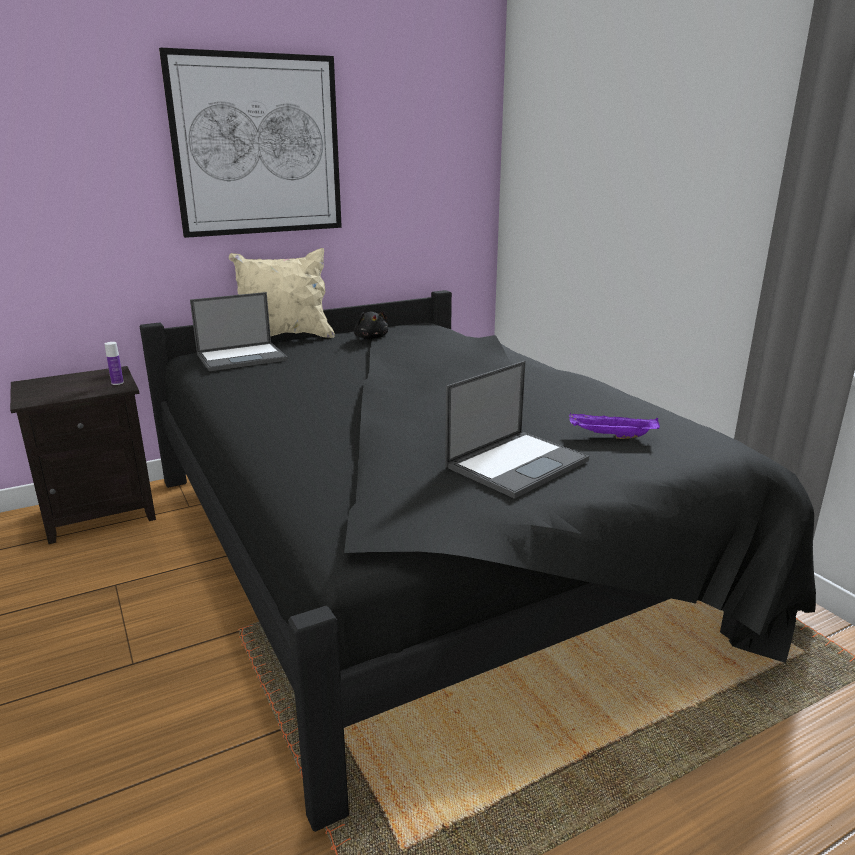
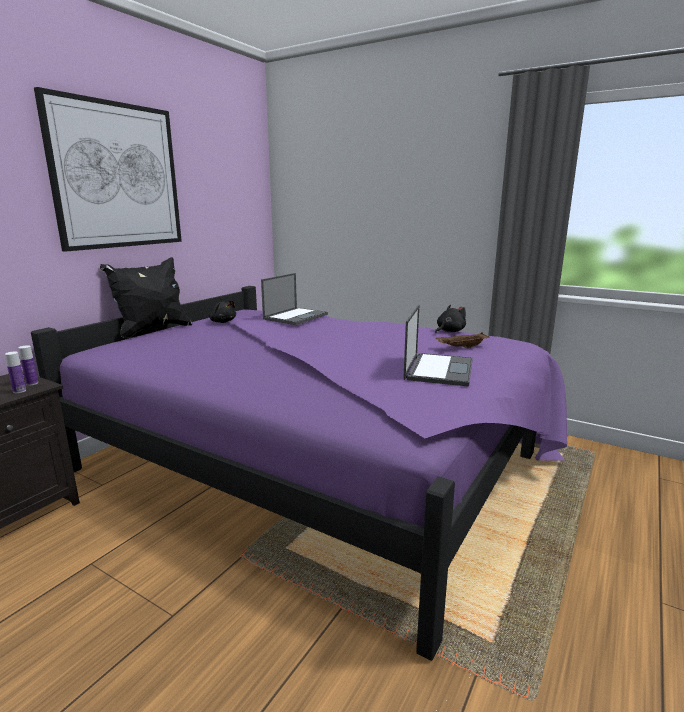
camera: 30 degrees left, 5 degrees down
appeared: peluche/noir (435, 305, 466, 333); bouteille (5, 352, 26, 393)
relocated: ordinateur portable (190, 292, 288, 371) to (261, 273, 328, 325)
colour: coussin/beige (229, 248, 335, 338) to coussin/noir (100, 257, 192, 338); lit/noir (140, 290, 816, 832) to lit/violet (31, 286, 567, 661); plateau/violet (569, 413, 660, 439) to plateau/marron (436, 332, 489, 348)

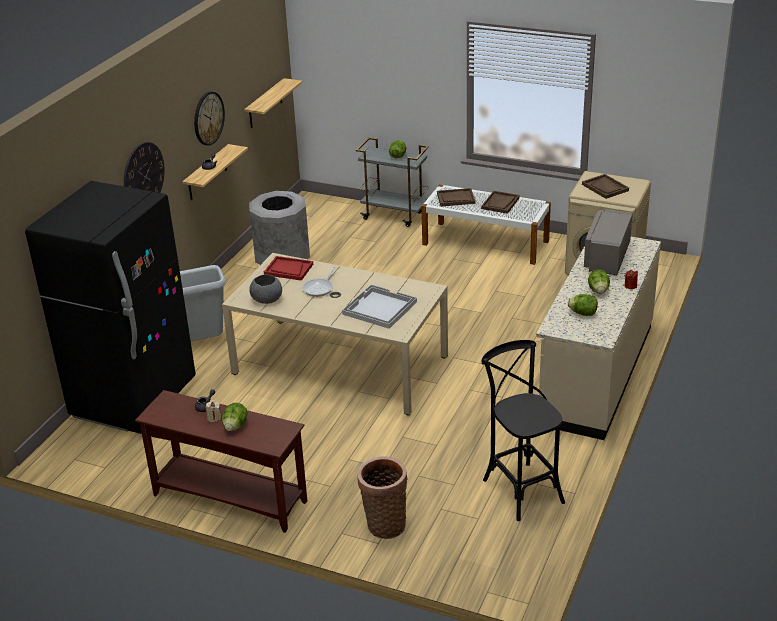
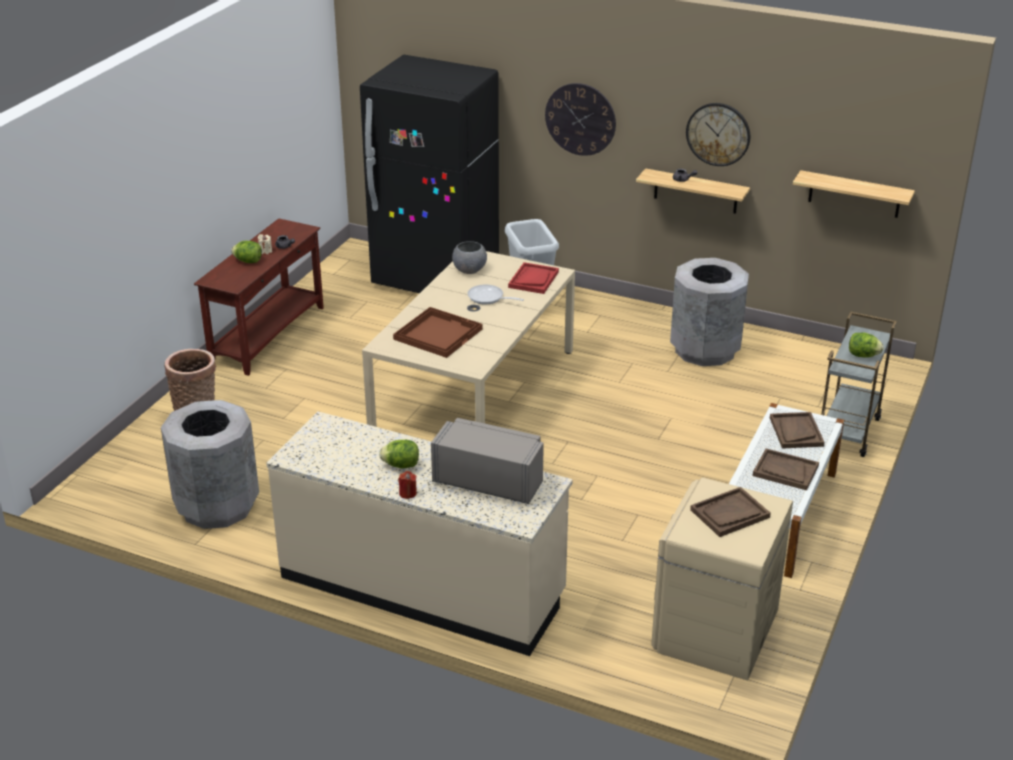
camera: 90 degrees right, 0 degrees up
missing: laitue (568, 294, 598, 316)
exchanged: tabouret/noir (481, 340, 565, 521) to poubelle/gris (161, 400, 259, 529)
colour: plateau/blanc (342, 285, 417, 329) to plateau/marron (393, 307, 483, 358)

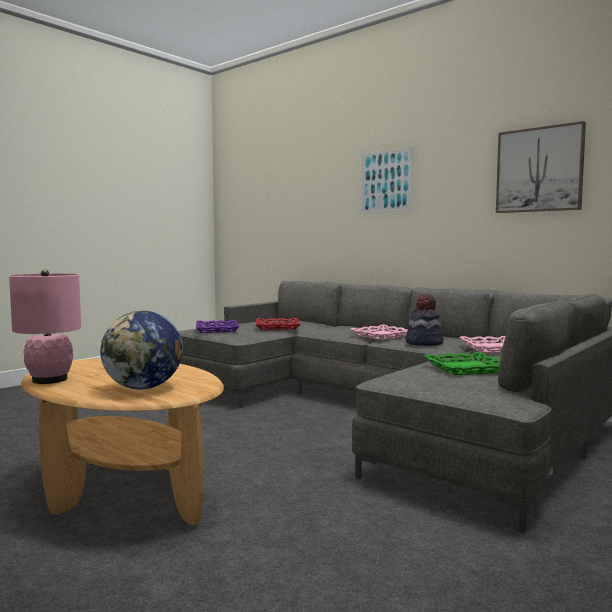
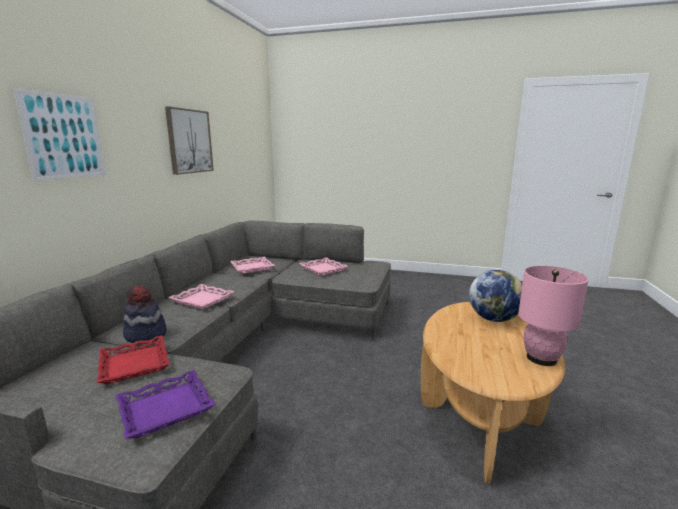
camera: 115 degrees left, 10 degrees up
relocated: chapeau (406, 294, 444, 346) to (123, 285, 167, 343)
colour: plateau/vert (424, 352, 500, 375) to plateau/rose (299, 257, 348, 276)

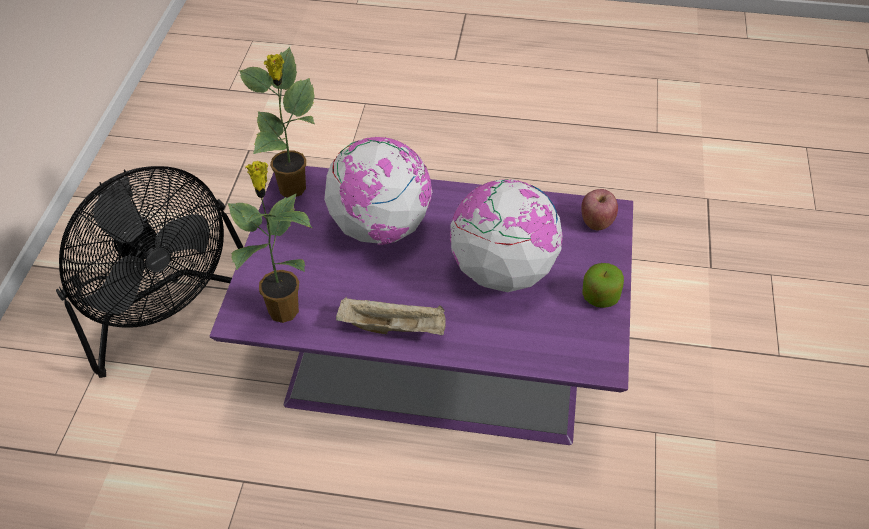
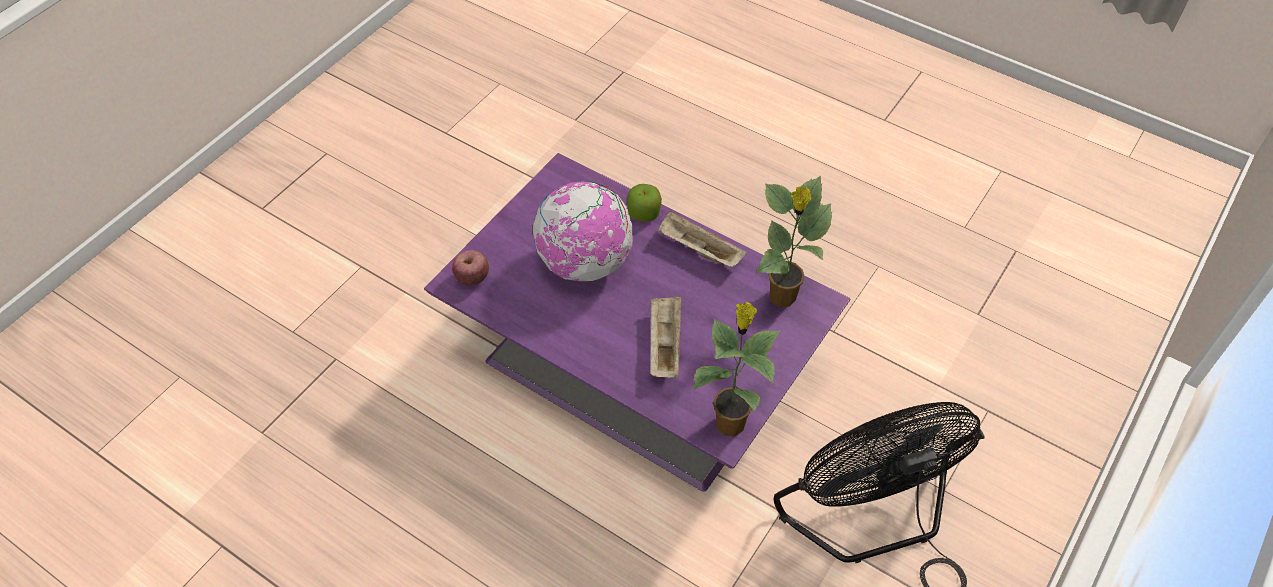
camera: 155 degrees left, 5 degrees up
relocated: pomme (582, 263, 624, 308) to (627, 184, 662, 222)
exchanged: globe (324, 137, 432, 245) to plateau/beige (651, 296, 682, 378)

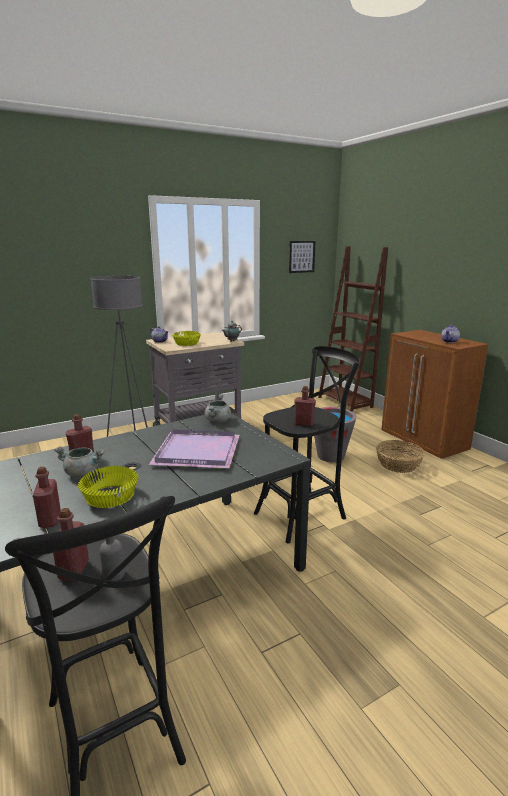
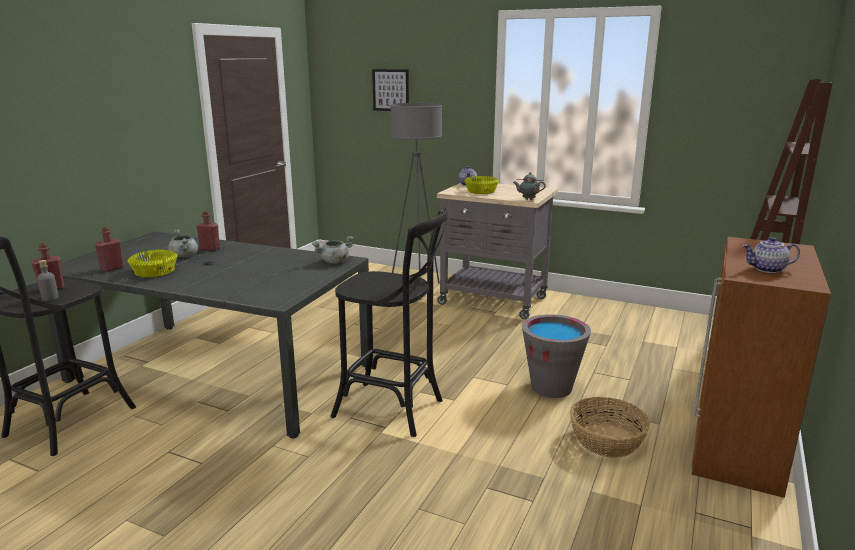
camera: 55 degrees right, 0 degrees up
missing: bouteille/rouge (294, 386, 316, 426); plateau/violet (149, 430, 239, 469)
relocated: tableau (289, 241, 316, 273) to (372, 69, 409, 111)

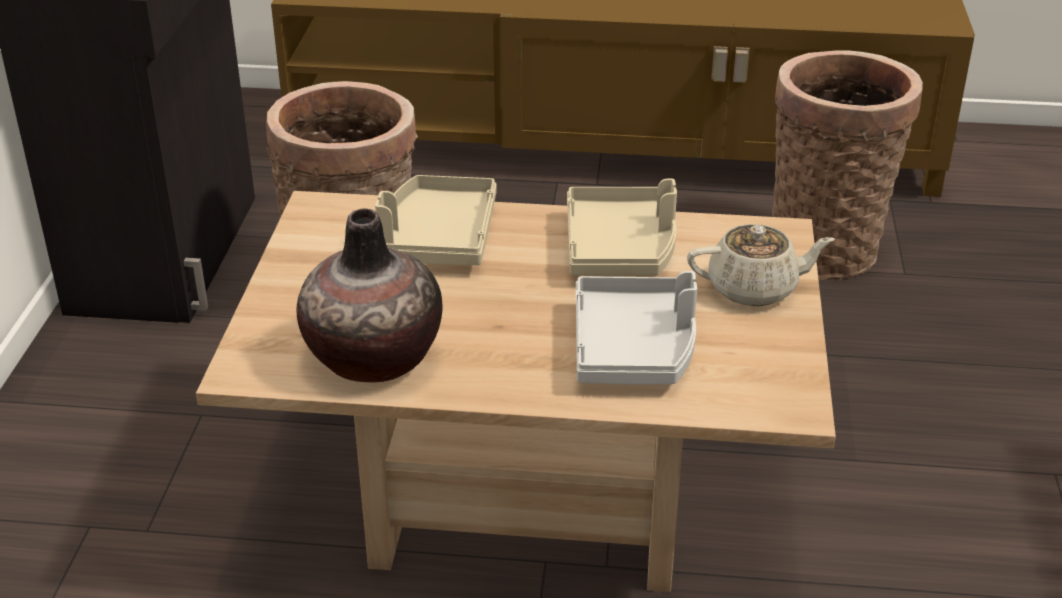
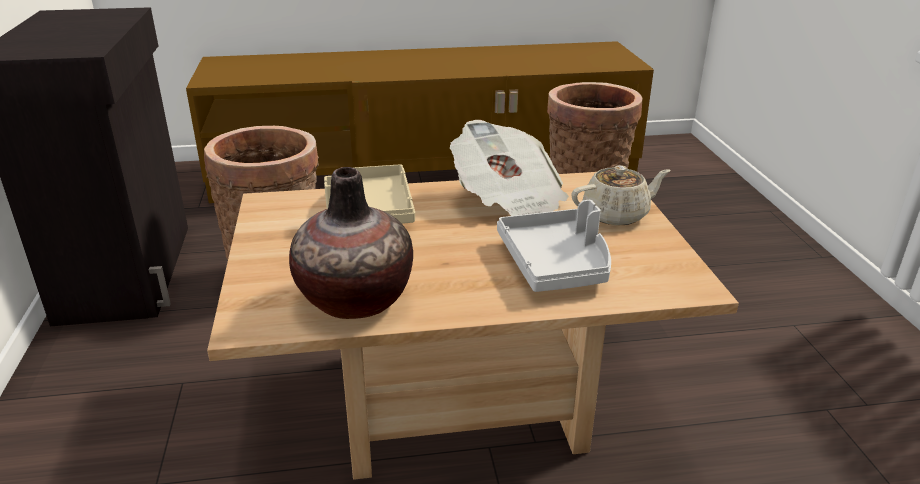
camera: 15 degrees left, 5 degrees down
exchanged: plateau/beige (567, 179, 677, 277) to journal (450, 120, 569, 216)

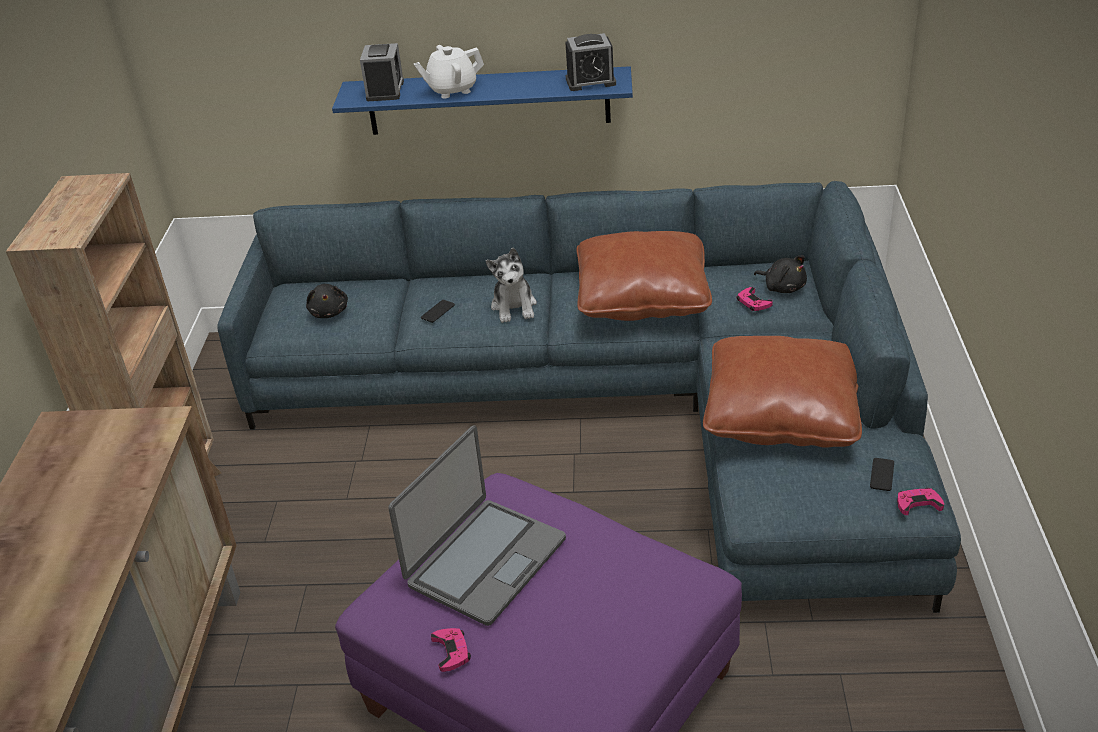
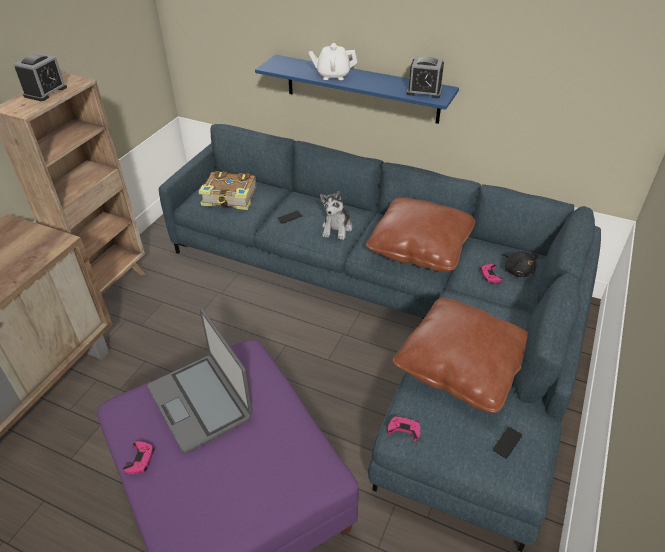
camera: 20 degrees right, 5 degrees up
relocated: réveil (360, 43, 404, 101) to (14, 53, 67, 101); manette/rose (897, 488, 944, 515) to (388, 416, 421, 441)
exchanged: peluche/noir (306, 284, 348, 318) to livre (198, 171, 256, 210)
spun: ordinateur portable (388, 425, 566, 626) = (147, 308, 253, 454) 90 degrees clockwise

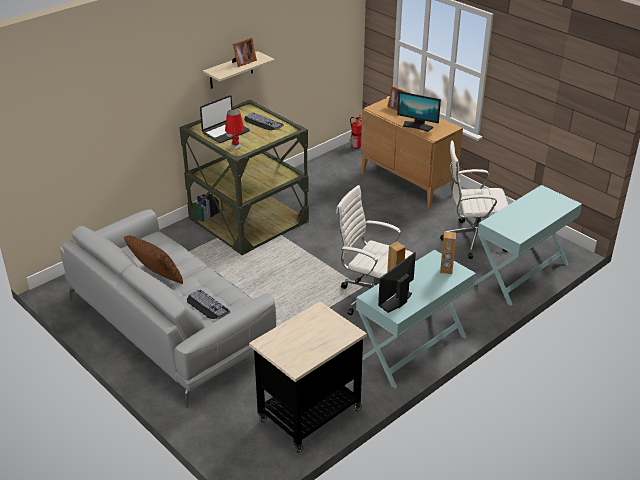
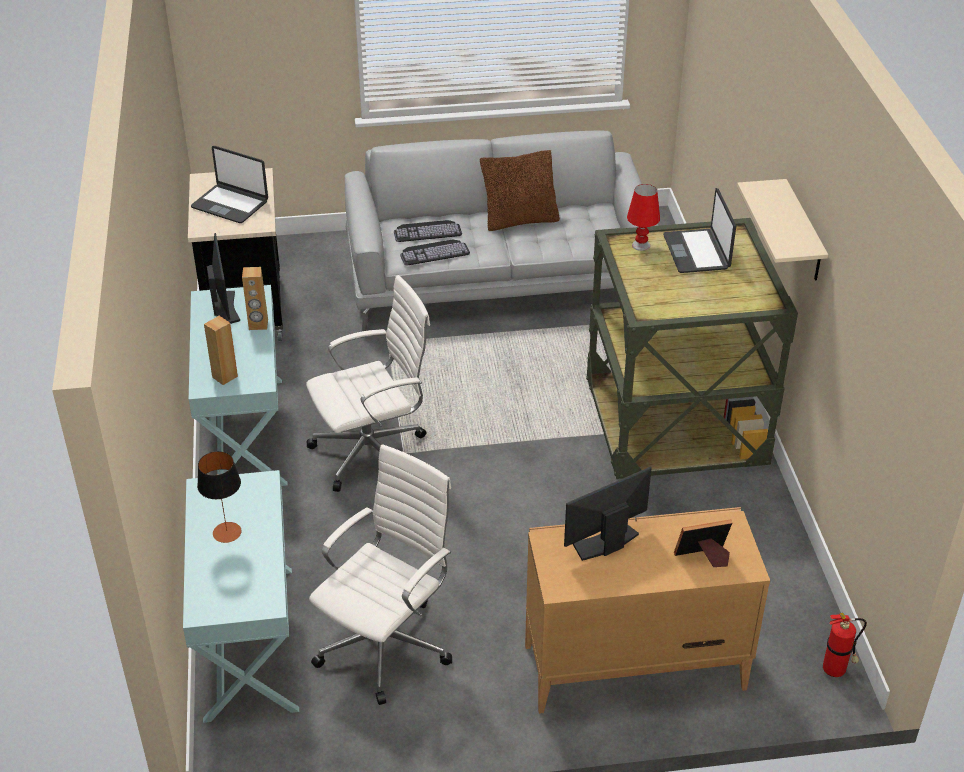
camera: 125 degrees right, 5 degrees up
missing: cadre photo (232, 38, 257, 67)
appeared: ordinateur portable (191, 146, 268, 223); lampe de table (197, 451, 242, 543)
relocated: clavier (244, 112, 284, 130) to (400, 239, 470, 265)

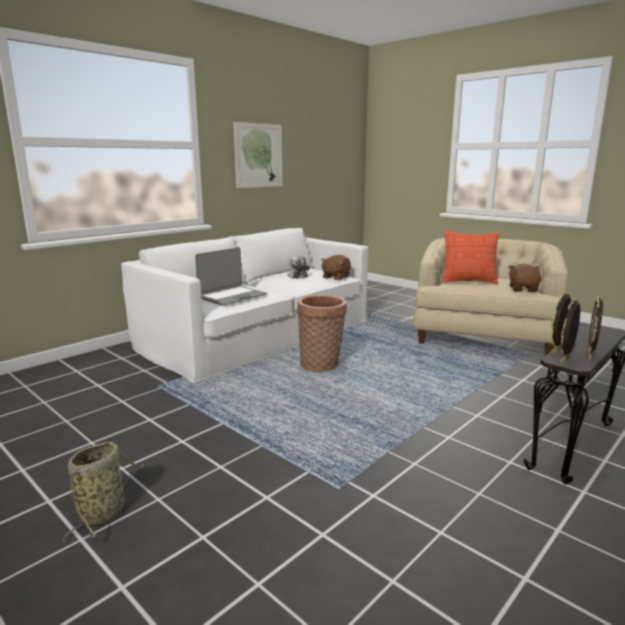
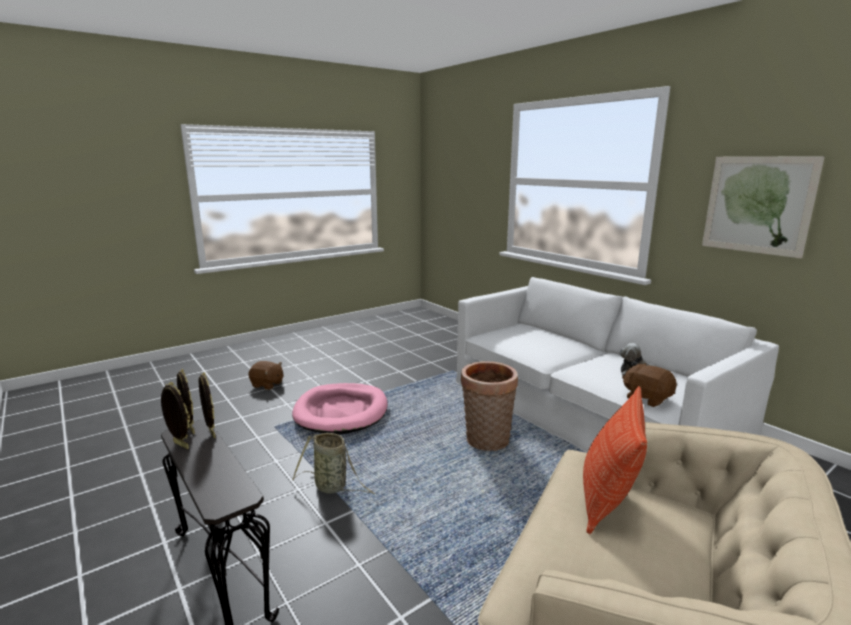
camera: 100 degrees right, 0 degrees up
missing: ordinateur portable (195, 247, 268, 305)
appeared: panier pour chien/rose (292, 383, 388, 435)
relocated: peluche/marron (508, 263, 541, 292) to (248, 361, 283, 390); panier (63, 442, 145, 542) to (292, 433, 375, 494)

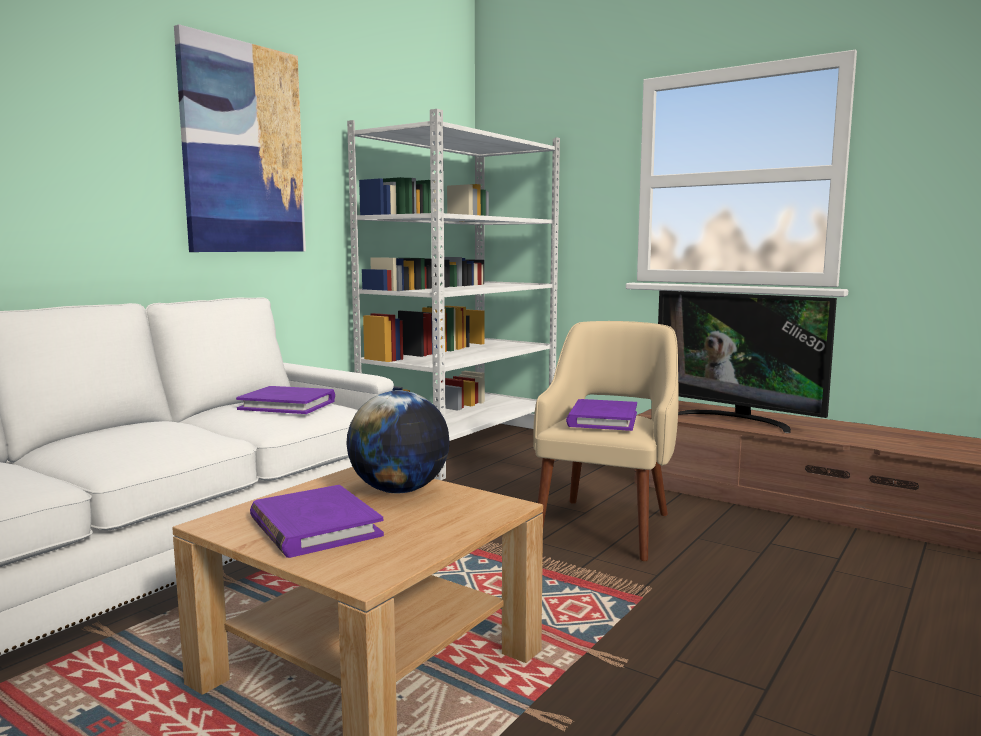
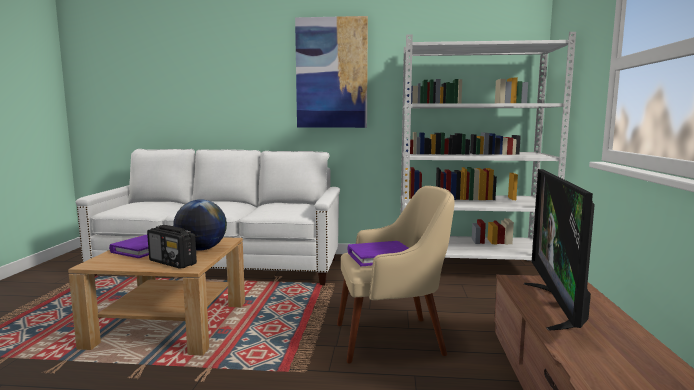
camera: 60 degrees right, 0 degrees up
missing: livre/violet (236, 386, 335, 414)
appeared: radio (147, 225, 197, 269)

